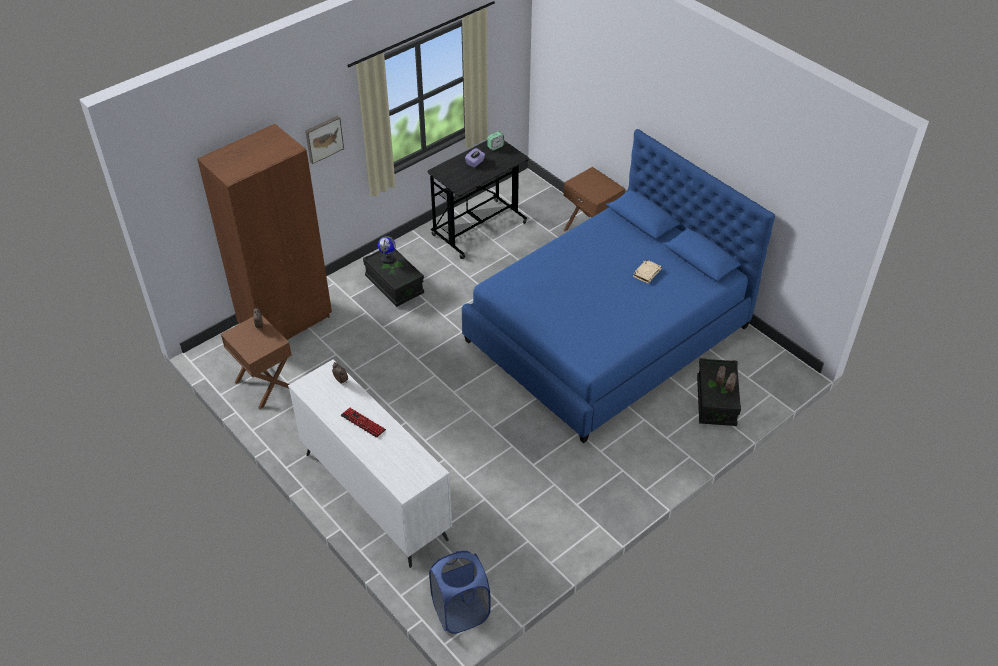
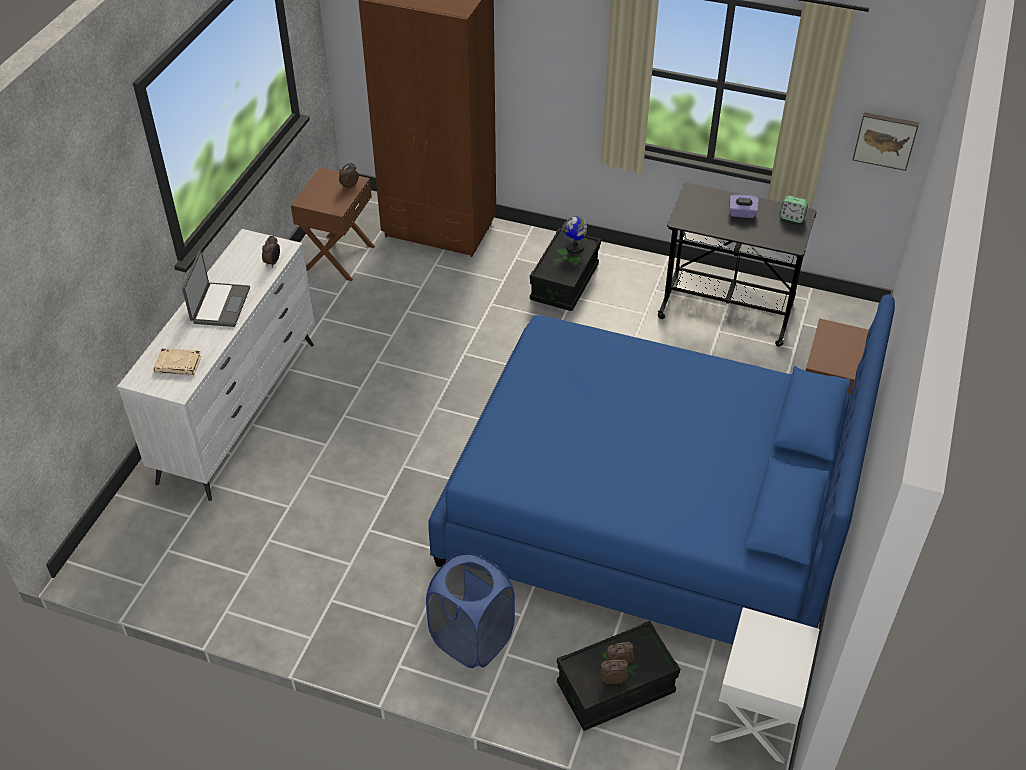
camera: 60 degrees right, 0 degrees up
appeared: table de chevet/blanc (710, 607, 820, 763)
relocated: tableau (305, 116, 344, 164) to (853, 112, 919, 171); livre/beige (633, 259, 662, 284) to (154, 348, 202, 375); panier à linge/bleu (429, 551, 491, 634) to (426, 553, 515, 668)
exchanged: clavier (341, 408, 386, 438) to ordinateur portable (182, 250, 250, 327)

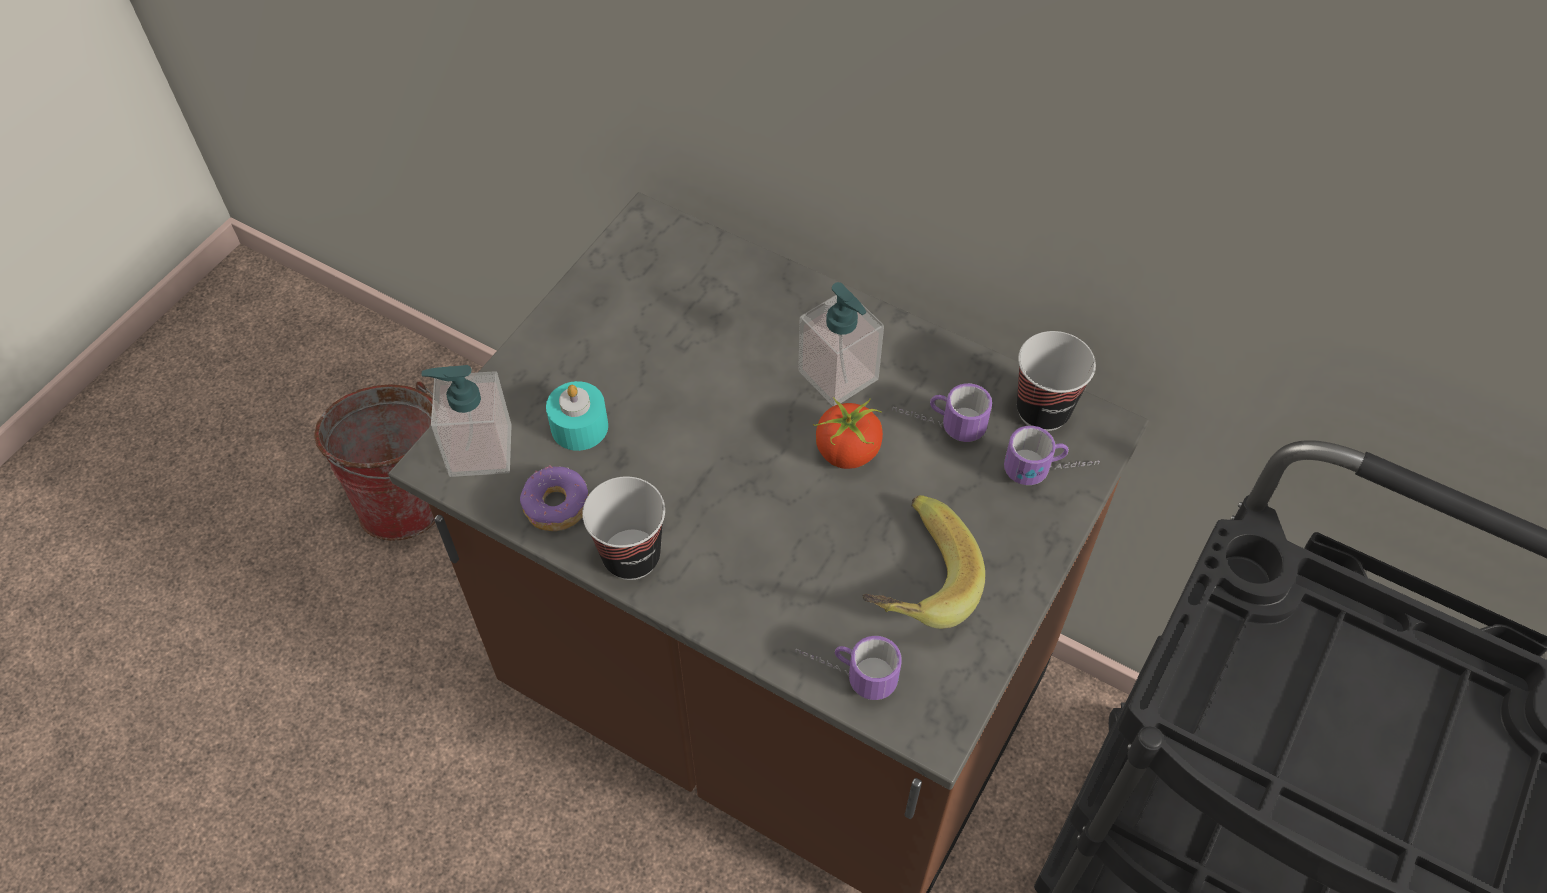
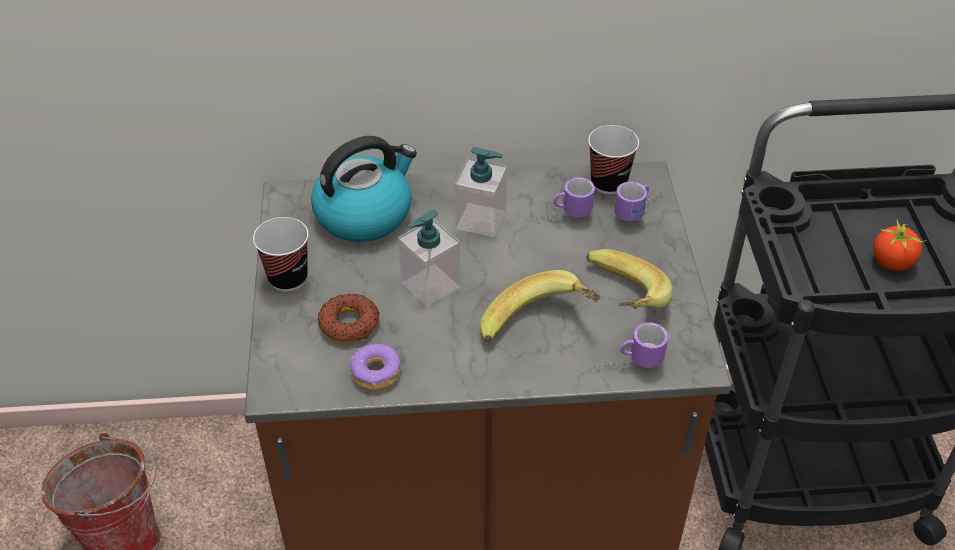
camera: 35 degrees left, 10 degrees down
appeared: bouilloire (311, 136, 417, 242); banane (480, 270, 601, 343)
relocated: distributeur de savon (421, 365, 512, 477) to (398, 210, 461, 307); tomate (813, 397, 883, 469) to (873, 219, 927, 271); tasse (582, 476, 665, 580) to (253, 217, 308, 291)
exchanged: bougie/turquoise (546, 381, 608, 451) to beignet (318, 294, 379, 343)

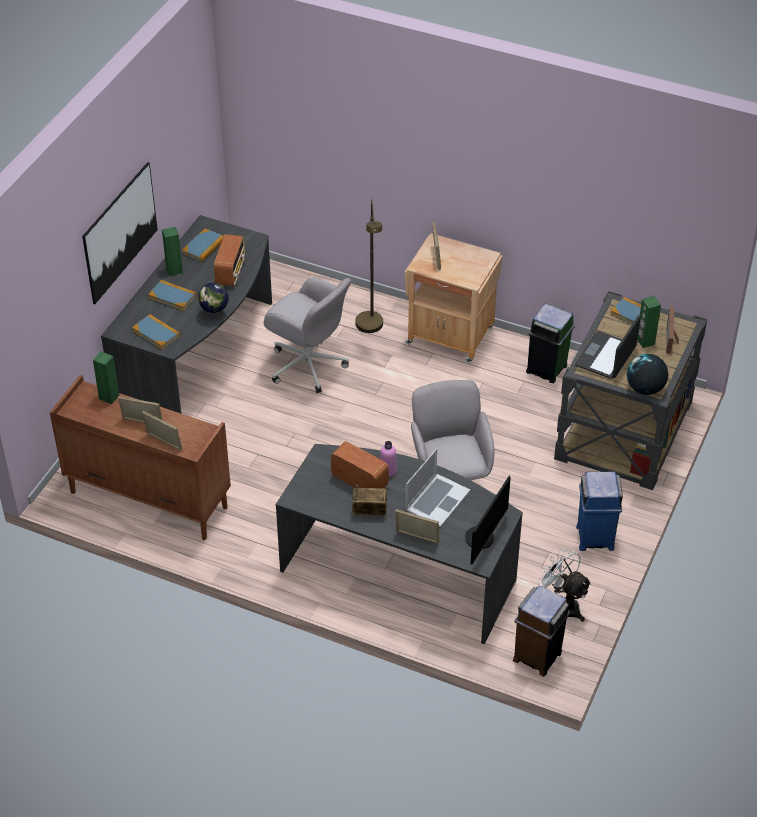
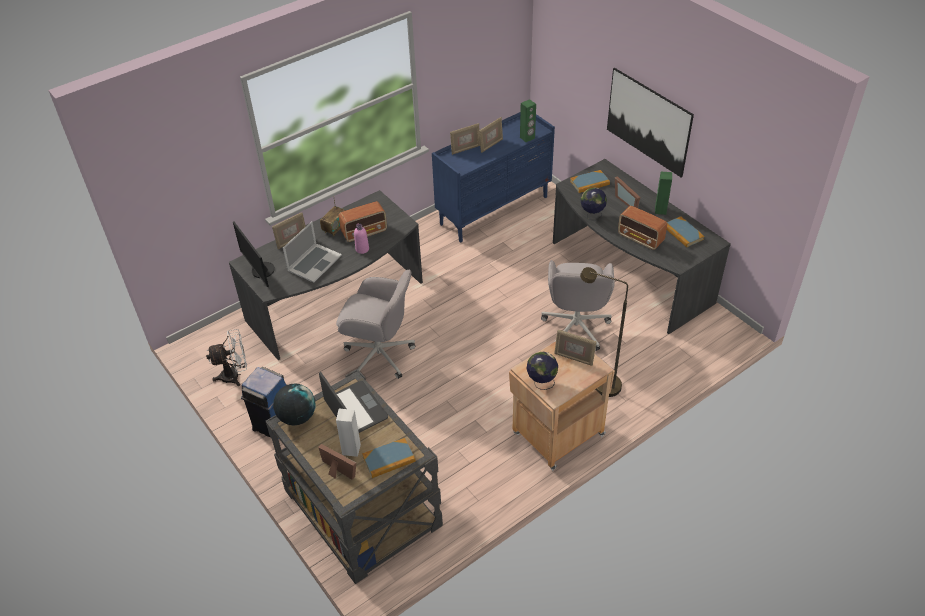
camera: 120 degrees right, 0 degrees up
missing: poubelle/vert (526, 303, 575, 383); poubelle/marron (513, 586, 570, 677)
appeared: globe (527, 352, 558, 390)
exchanged: livre (148, 280, 197, 311) to cadre photo (615, 176, 640, 208)
colour: enceinte/vert (637, 296, 661, 348) to enceinte/blanc (336, 409, 361, 457); meuble de rangement/marron (50, 375, 231, 541) to meuble de rangement/bleu (432, 112, 555, 243)
spun: chaise de bureau/gris (264, 278, 351, 393) = (541, 260, 614, 351) 60 degrees counterclockwise; ordinateur portable (405, 448, 470, 527) = (283, 221, 342, 283) 120 degrees counterclockwise

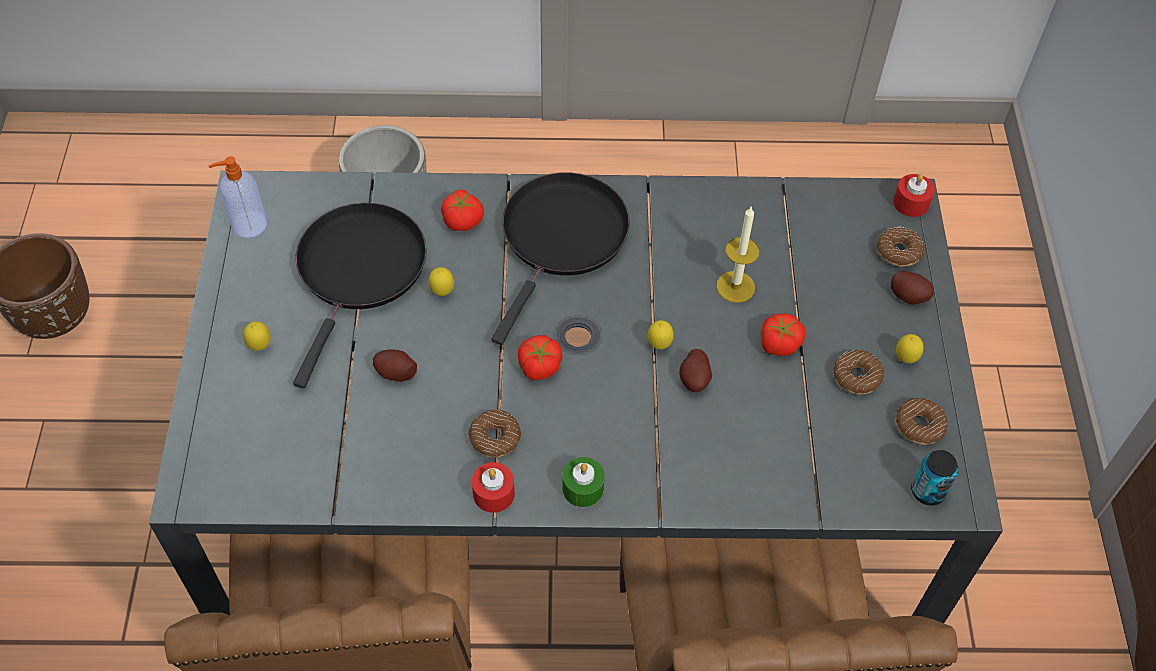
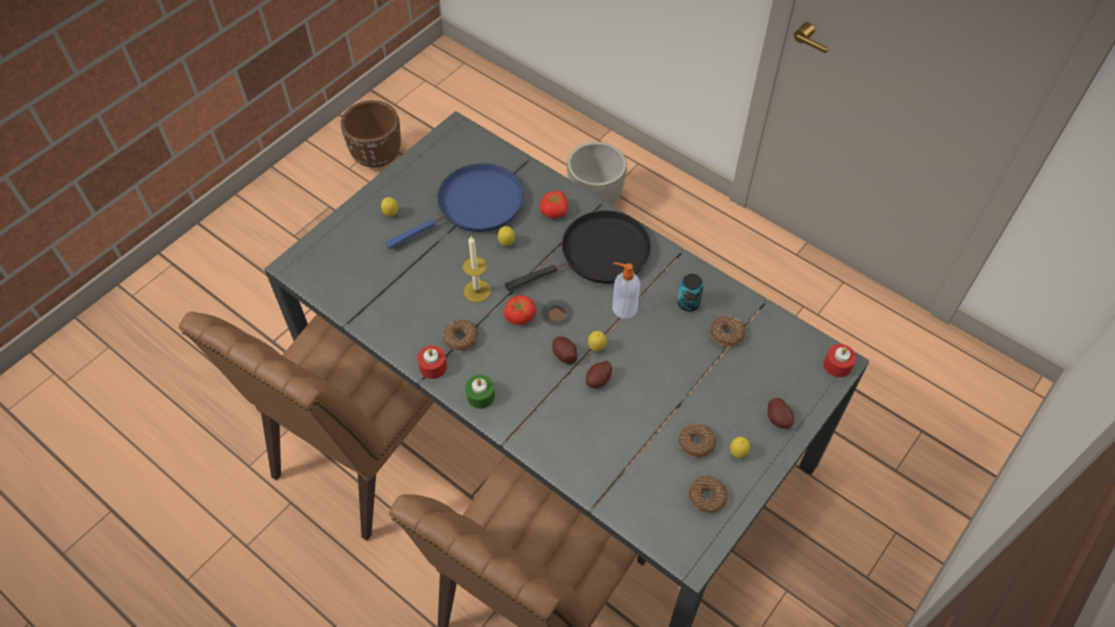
camera: 40 degrees right, 0 degrees up
missing: tomate (761, 313, 805, 356)
relocated: distributeur de savon (208, 156, 267, 238) to (612, 262, 640, 319); bougie (716, 207, 760, 303) to (463, 236, 491, 302); beignet (877, 227, 925, 267) to (710, 316, 745, 347); pomme de terre (373, 349, 417, 382) to (552, 336, 577, 364); boîte métallique (911, 450, 958, 505) to (677, 274, 704, 312)
colour: poêle/noir (293, 203, 427, 388) to poêle/bleu (386, 163, 524, 249)

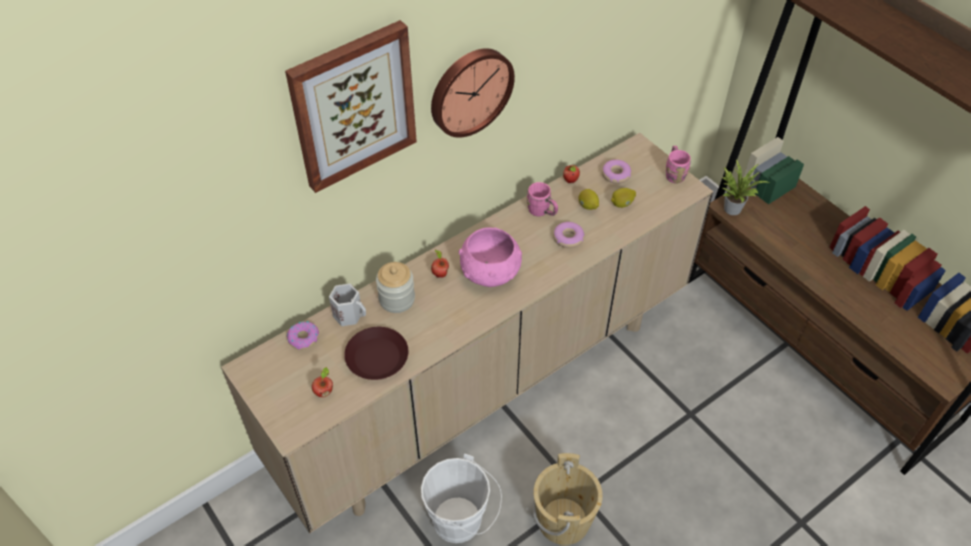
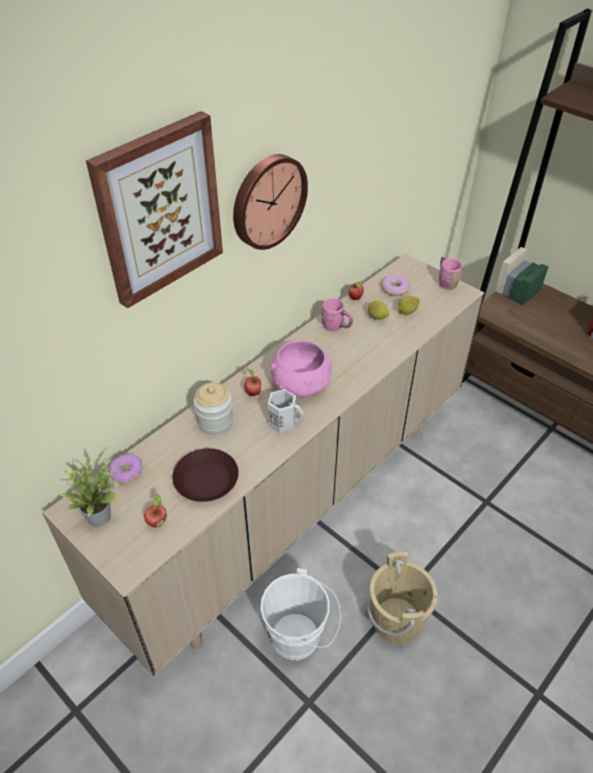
camera: 10 degrees left, 5 degrees down
missing: beignet (553, 222, 585, 248)
relocated: plante en pot (722, 160, 770, 215) to (57, 455, 121, 527); mug/blanc (329, 284, 366, 326) to (268, 389, 304, 433)

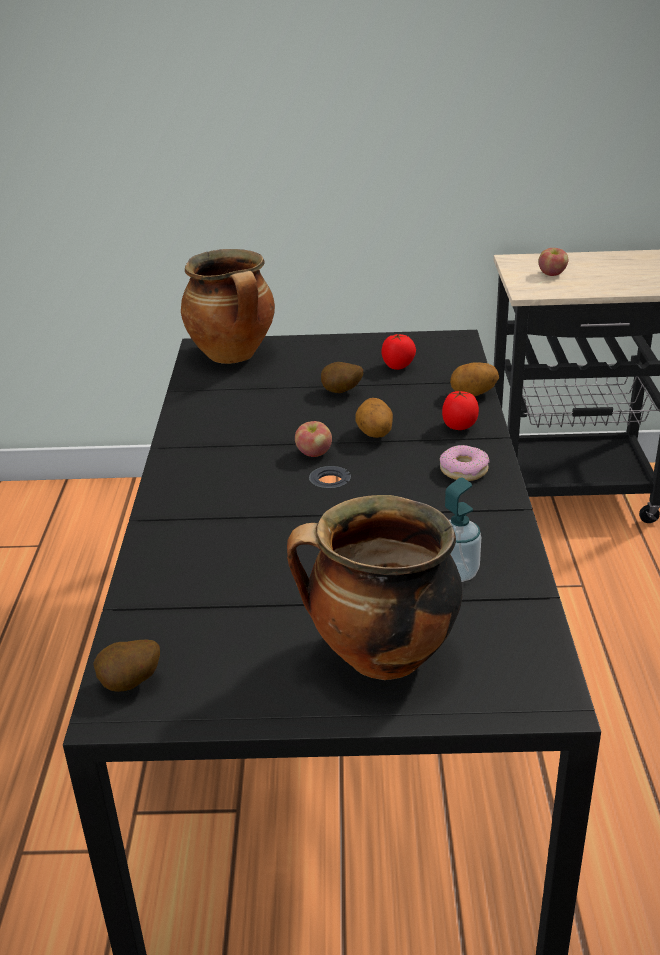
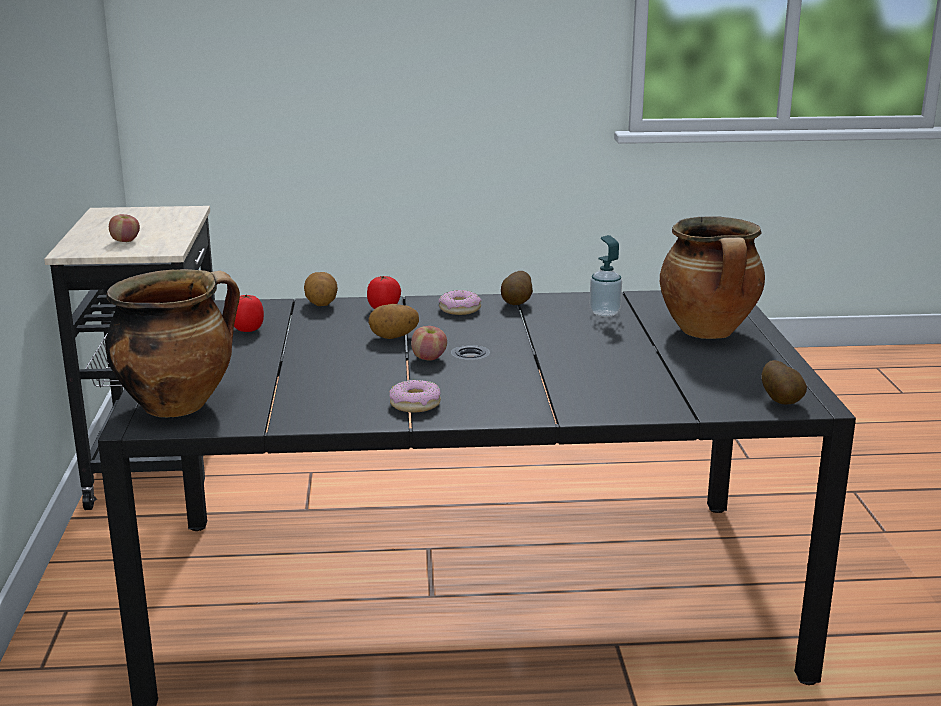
camera: 95 degrees left, 10 degrees down
appeared: beignet (389, 380, 441, 412)
relocated: pomme de terre (321, 362, 363, 393) to (501, 271, 533, 305)

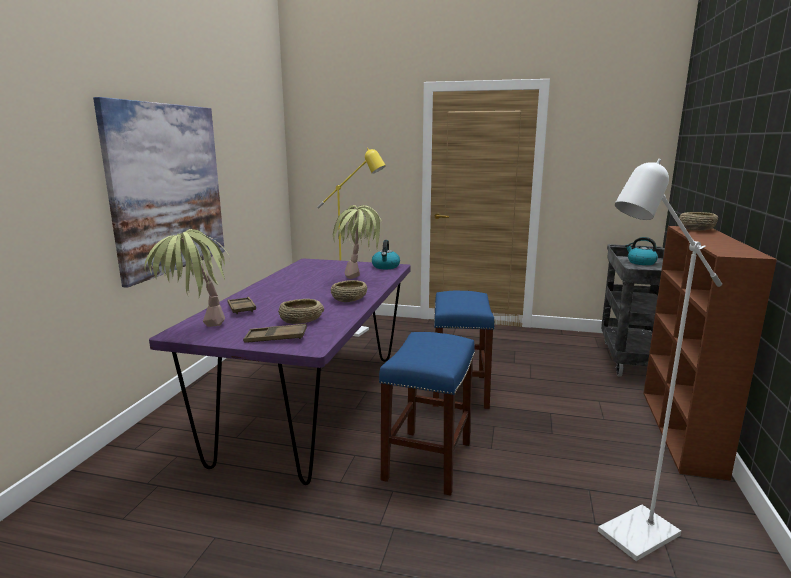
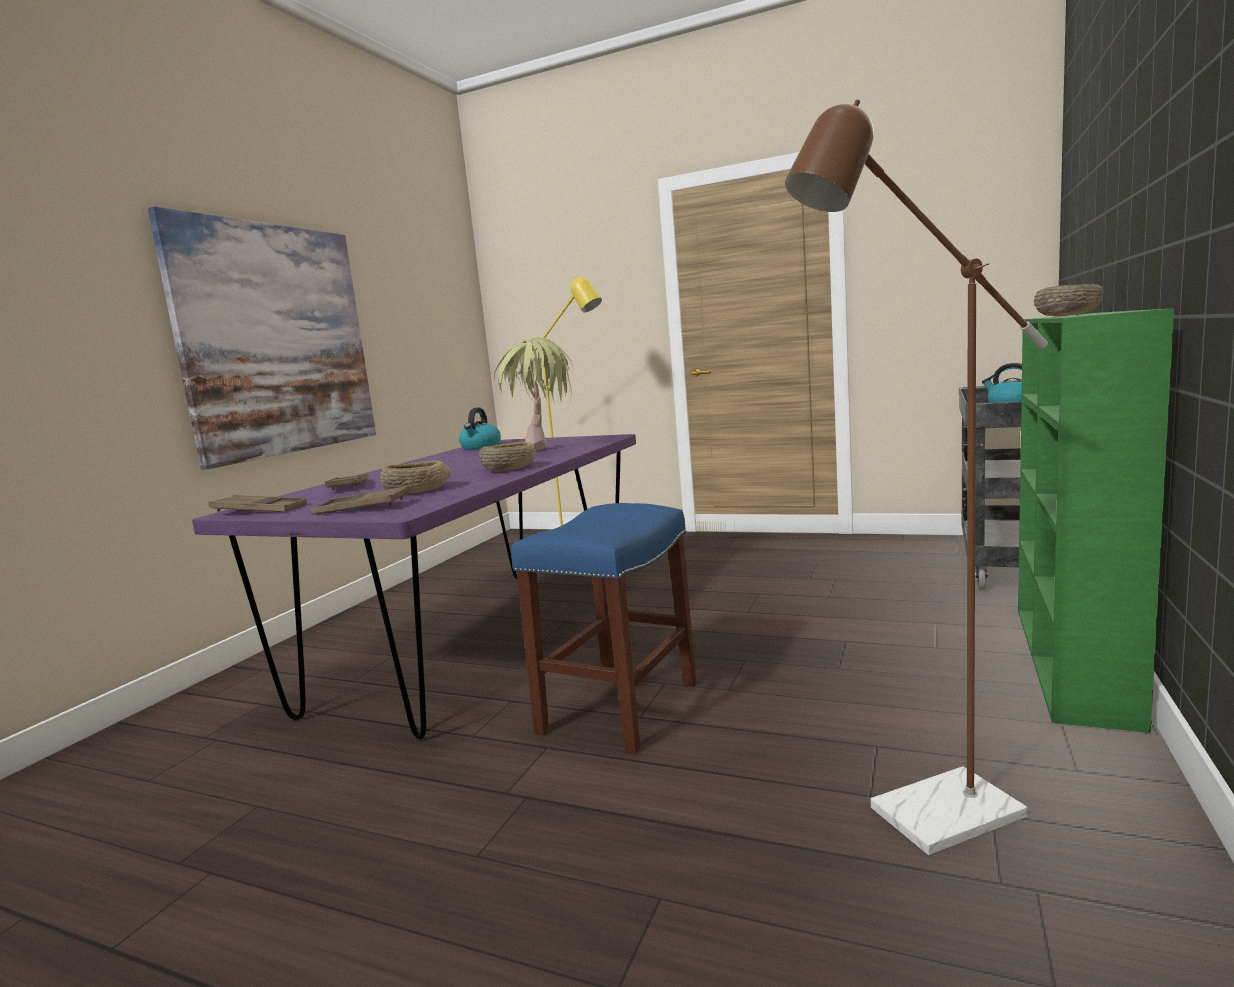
camera: 10 degrees right, 5 degrees down
missing: tabouret/bleu (433, 291, 495, 409)
relocated: bouilloire (372, 240, 400, 269) to (459, 407, 501, 450)
exchanged: plante en pot (144, 229, 230, 327) to plateau/marron (209, 495, 307, 512)
colour: lampadaire/blanc (598, 159, 722, 561) to lampadaire/marron (785, 99, 1048, 855); bibliothèque/marron (643, 226, 777, 481) to bibliothèque/vert (1018, 308, 1174, 733)

